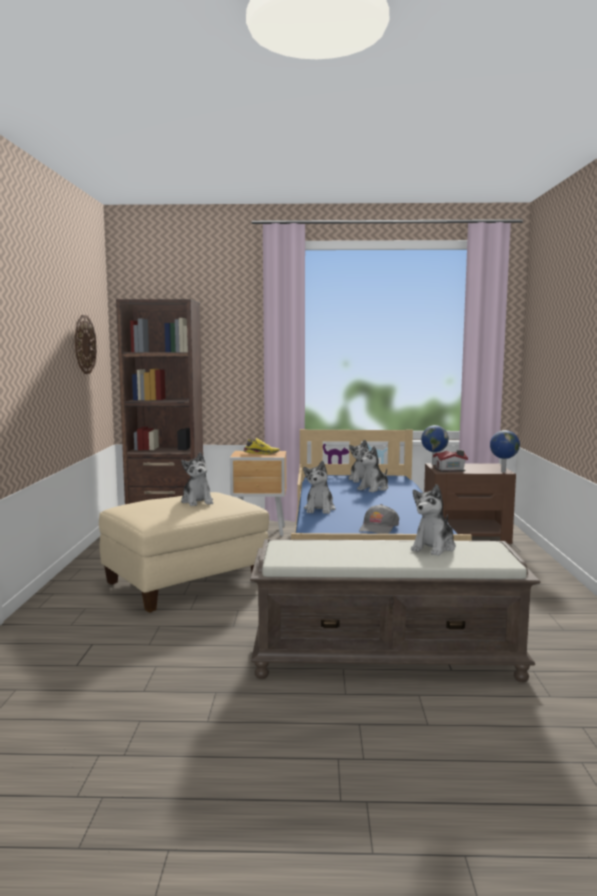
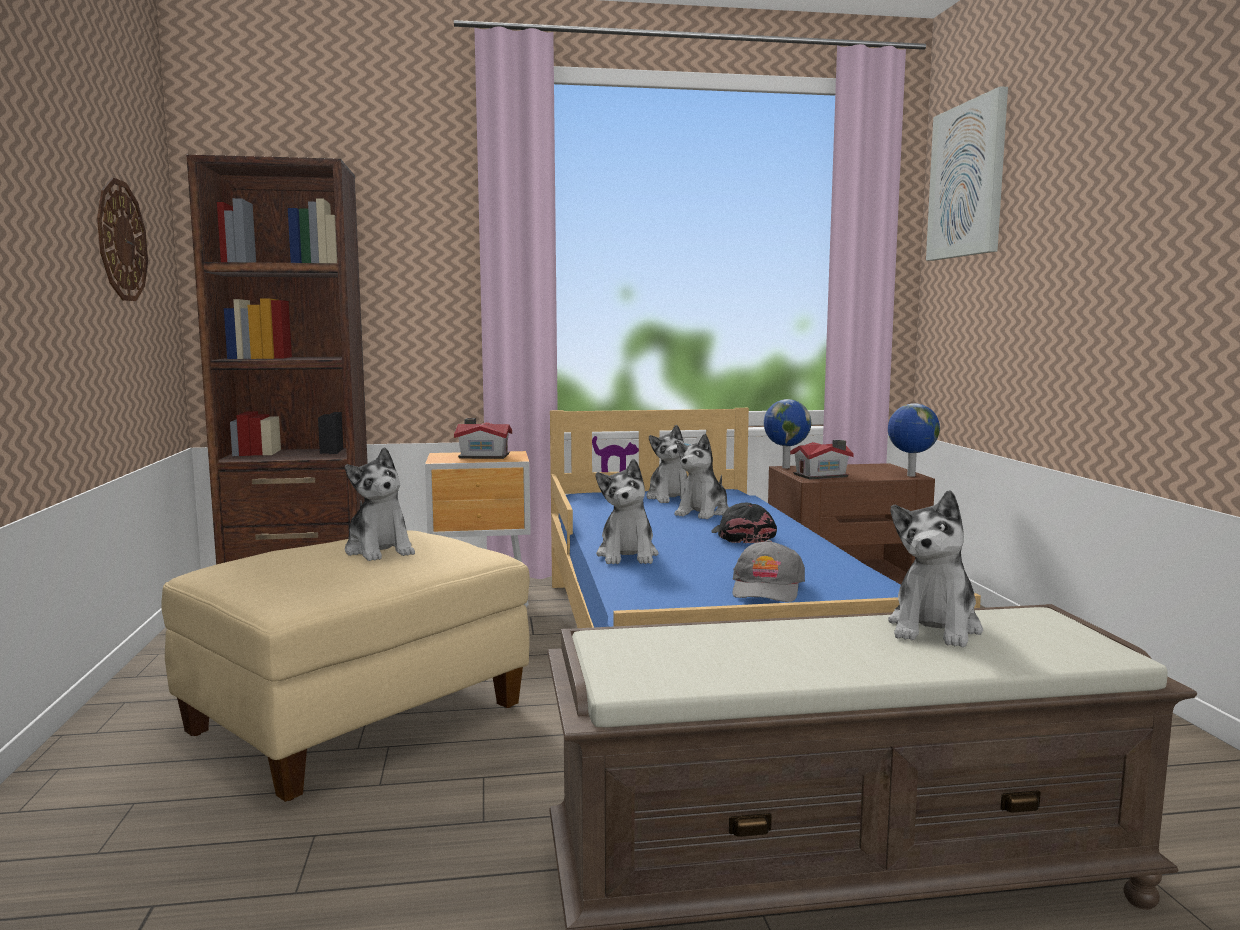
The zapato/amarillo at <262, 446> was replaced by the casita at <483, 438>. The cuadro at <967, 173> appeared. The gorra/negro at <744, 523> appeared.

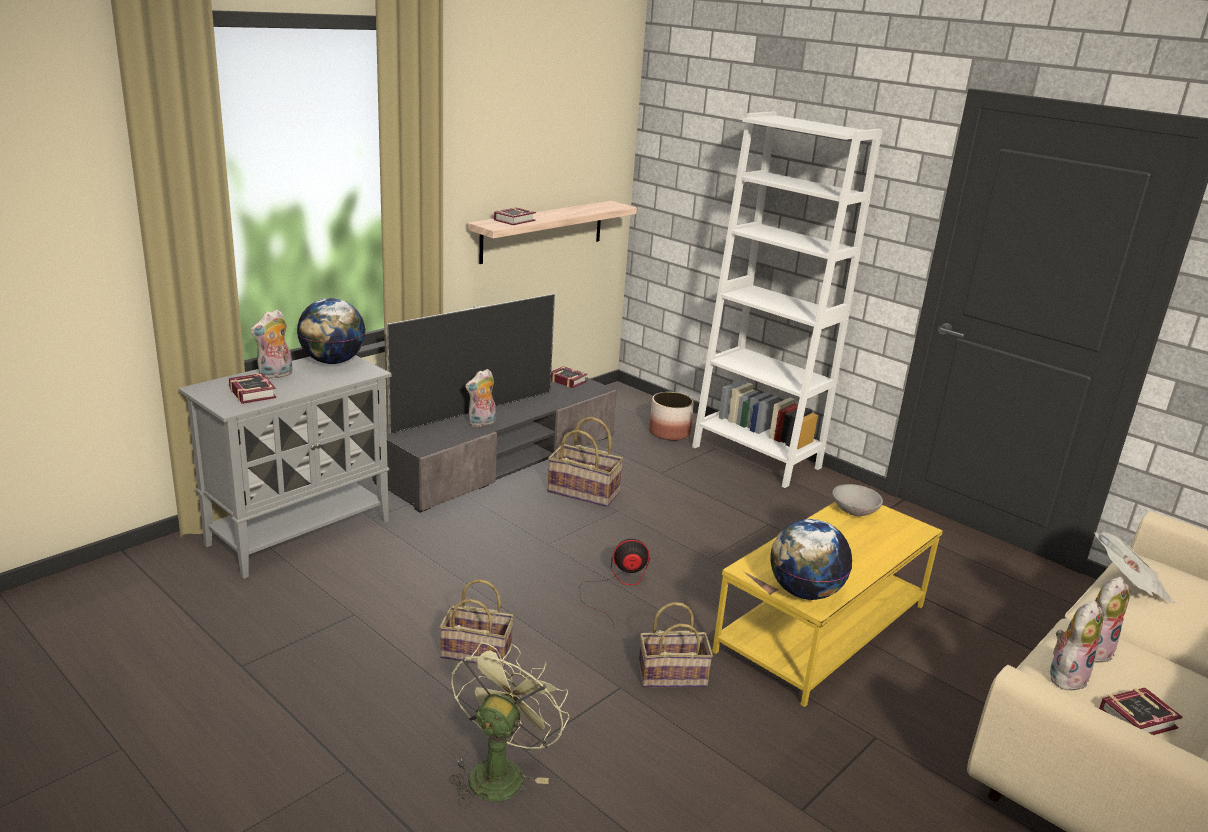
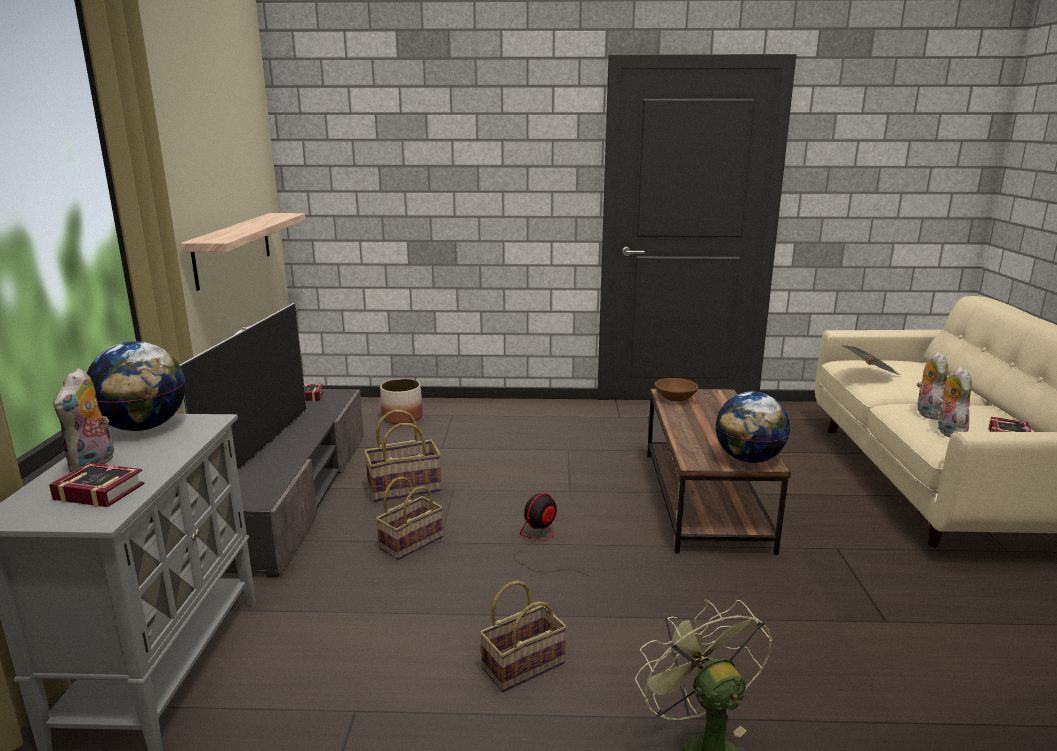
The estantería/blanco at <787, 299> disappeared. The libro at <515, 216> disappeared. The peluche at <480, 398> disappeared. The cuenco/gris at <857, 500> became the cuenco/marrón at <676, 389>. The mesa de centro/amarillo at <827, 604> became the mesa de centro/marrón at <719, 472>. The cesta moved from <675, 645> to <409, 518>.

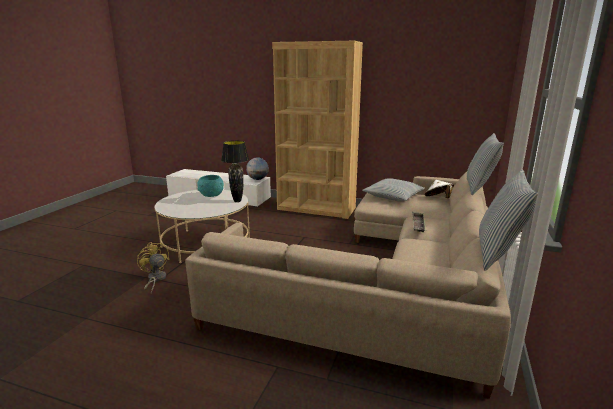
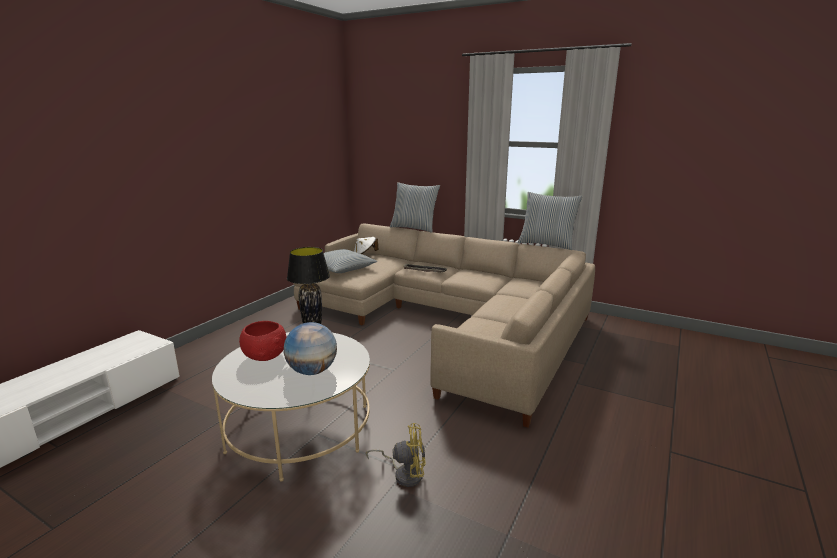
The estantería/marrón at <317, 130> disappeared. The globo terráqueo moved from <257, 168> to <310, 348>. The cuenco/turquesa at <211, 186> became the cuenco/rojo at <262, 341>. The ventilador/amarillo at <153, 267> turned 150 degrees counterclockwise.

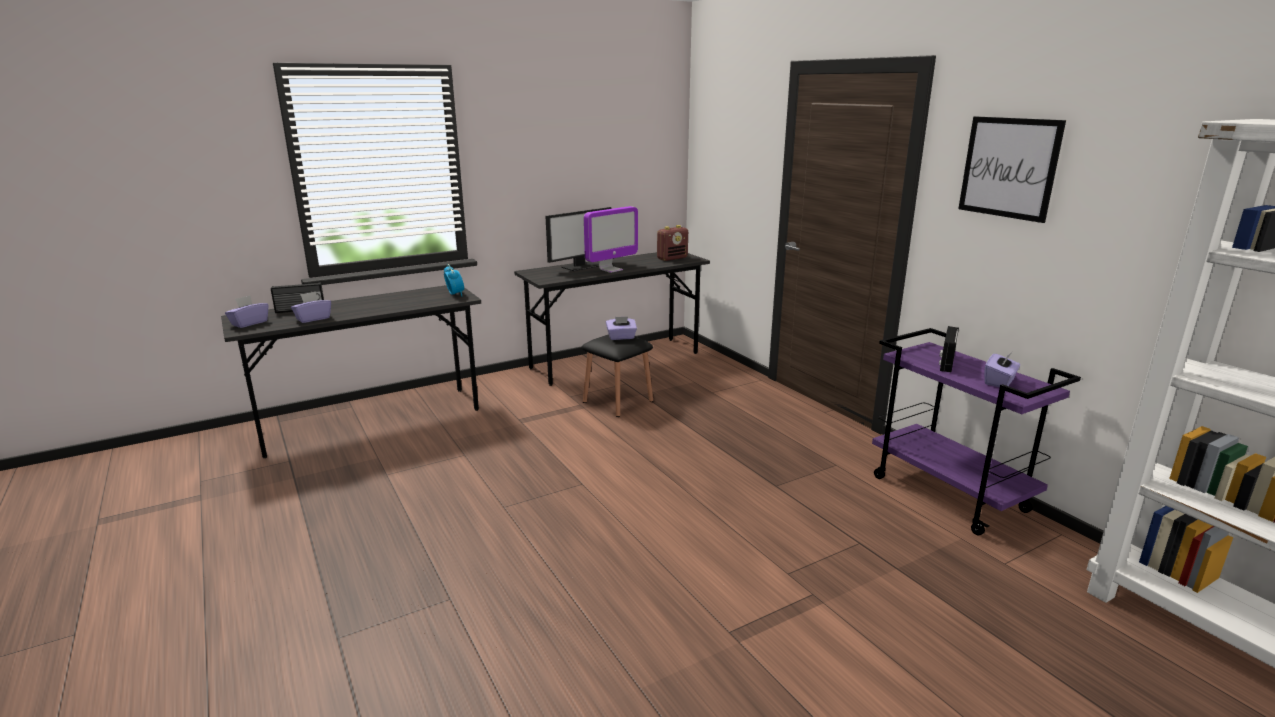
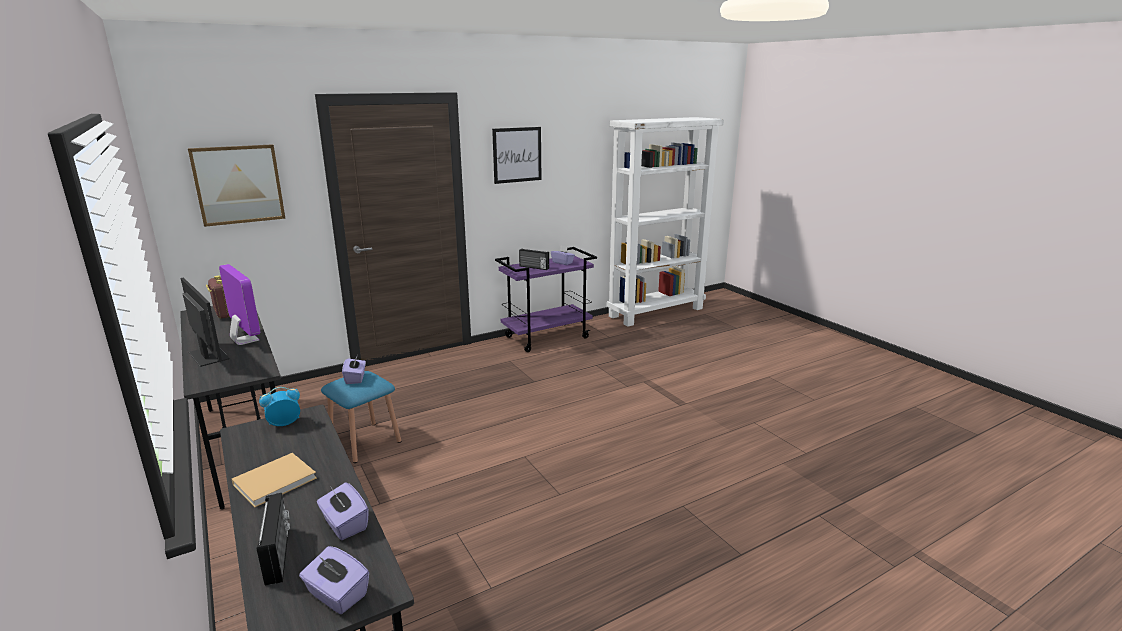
The taburete/negro at <617, 375> became the taburete/azul at <361, 417>. The cuadro at <237, 185> appeared. The libro/beis at <274, 480> appeared.

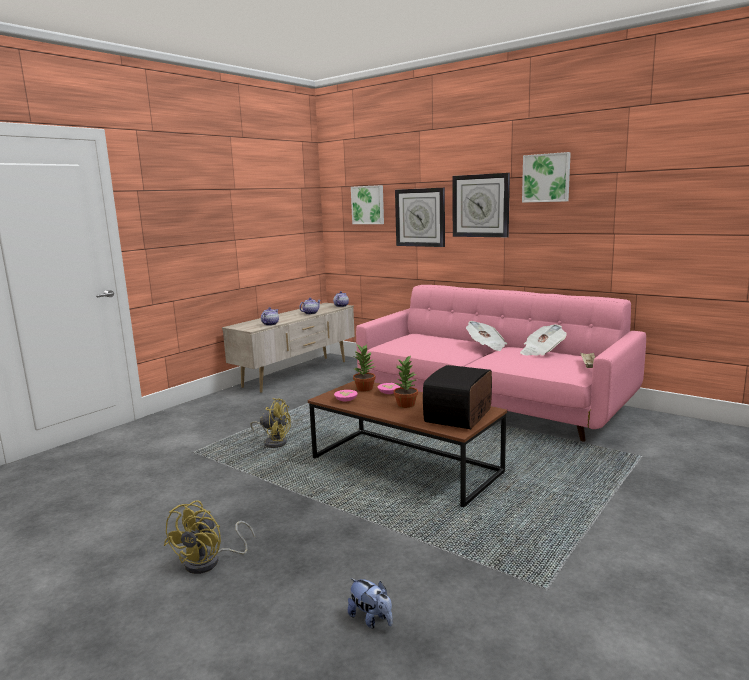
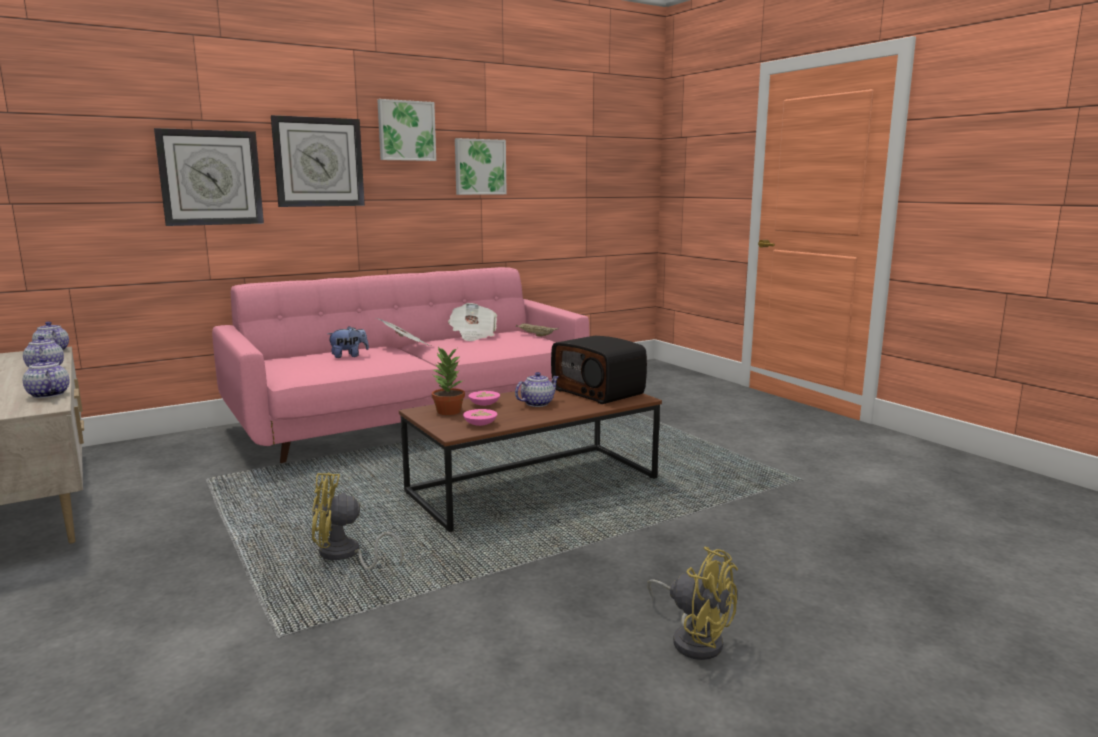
The cuadro moved from <367, 204> to <481, 166>. The planta en maceta at <406, 381> was replaced by the tetera at <537, 389>. The ventilador/amarillo at <270, 423> turned 135 degrees counterclockwise. The peluche moved from <370, 603> to <348, 342>.

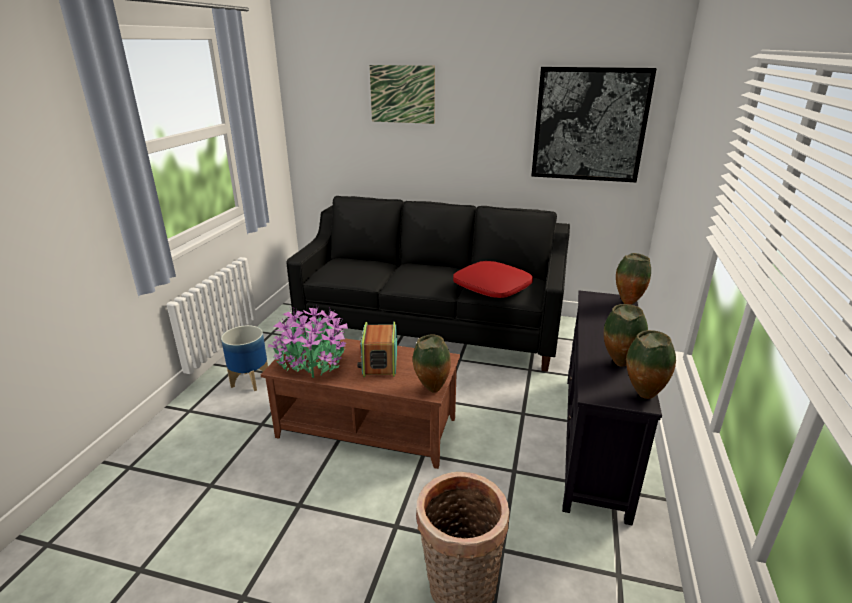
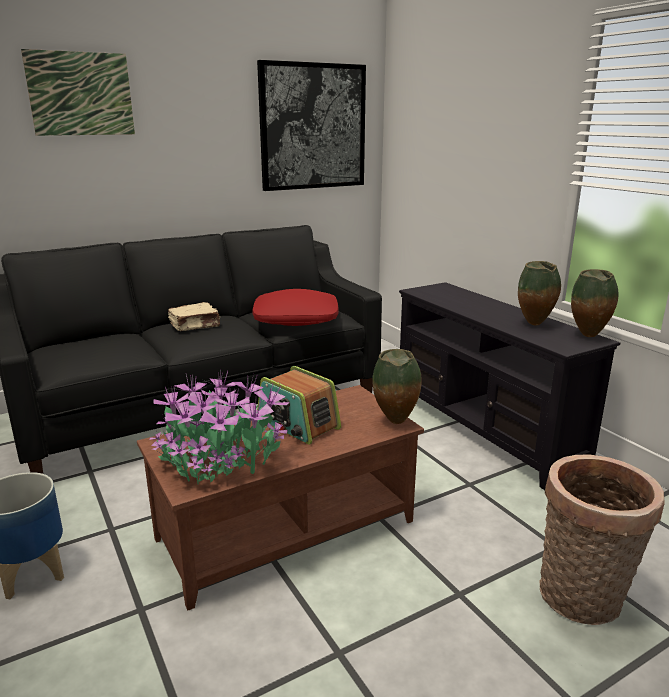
The florero at <633, 279> disappeared. The libro/beis at <194, 316> appeared.

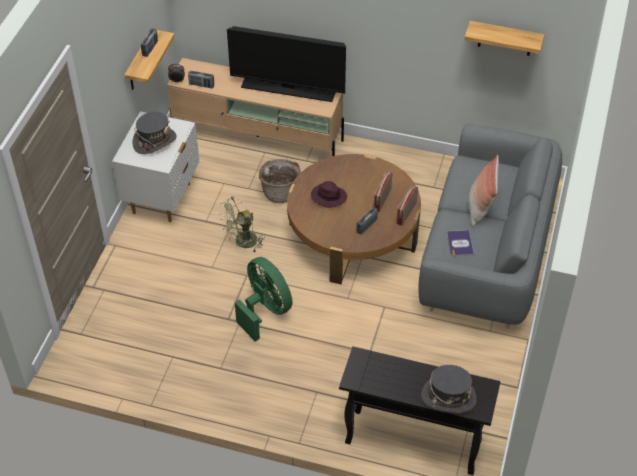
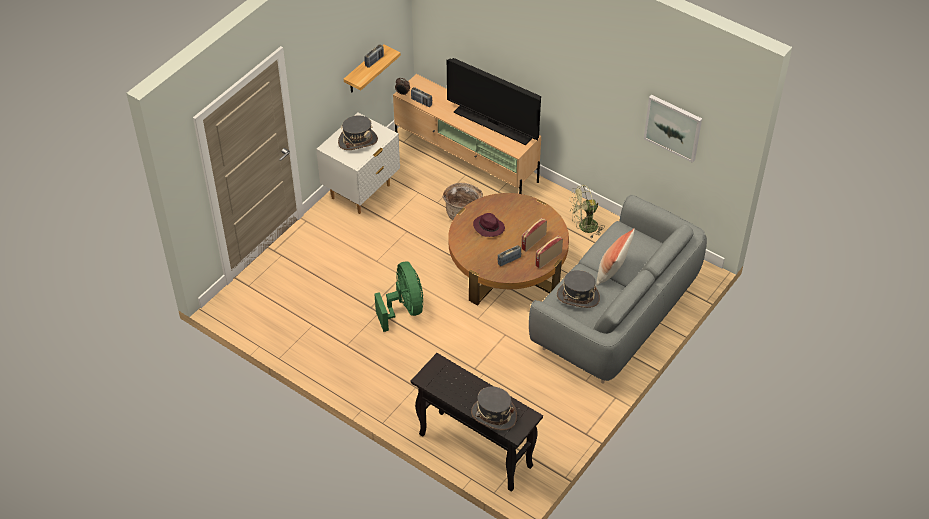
The estante at <504, 38> was replaced by the cuadro at <673, 129>. The ventilador/verde moved from <242, 225> to <587, 211>. The libro at <460, 243> was replaced by the sombrero/gris at <578, 289>.

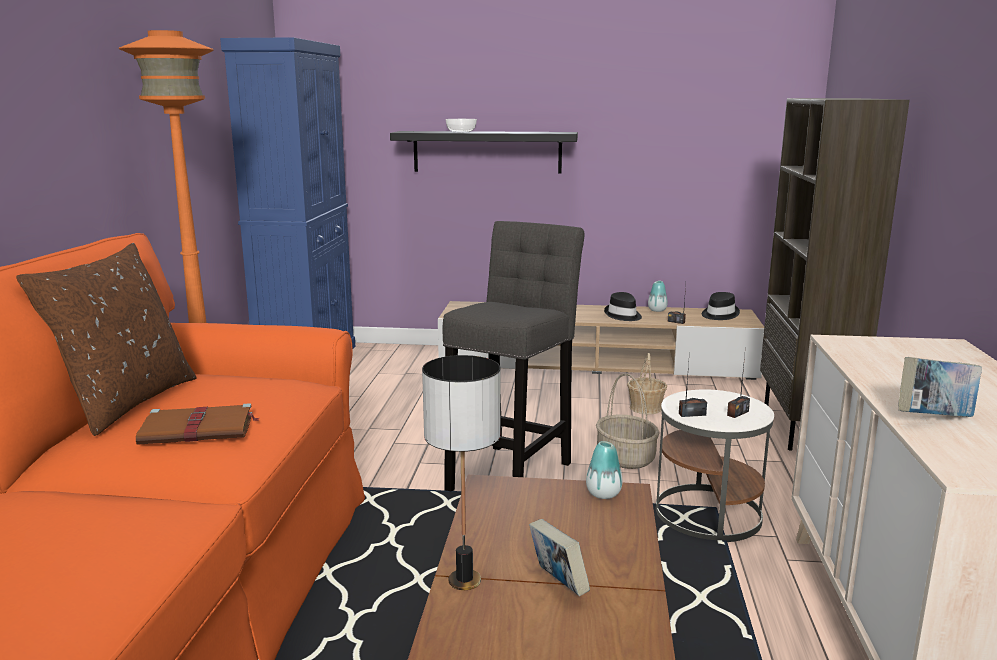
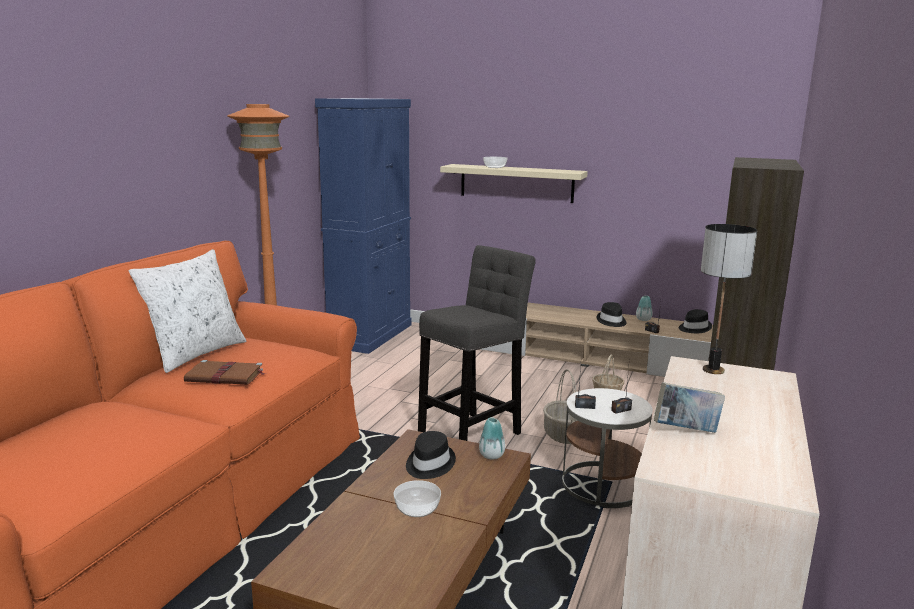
The estante/negro at <484, 152> became the estante/beis at <514, 183>. The cojín/marrón at <106, 339> became the cojín/blanco at <188, 311>. The lámpara de mesa moved from <461, 472> to <729, 299>. The libro at <559, 557> was replaced by the cuenco at <417, 498>. The sombrero/negro at <431, 455> appeared.

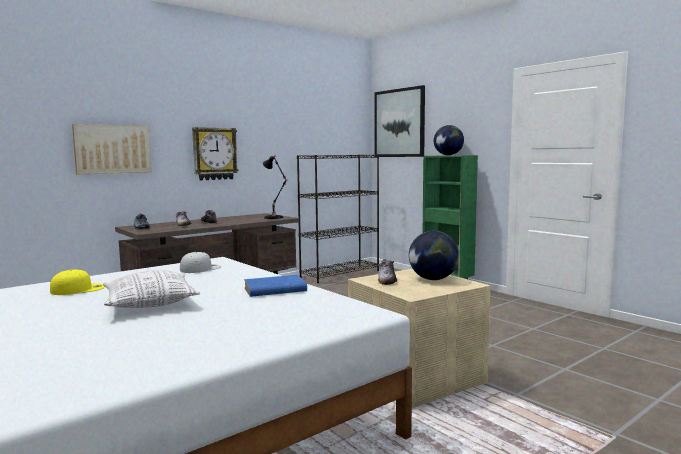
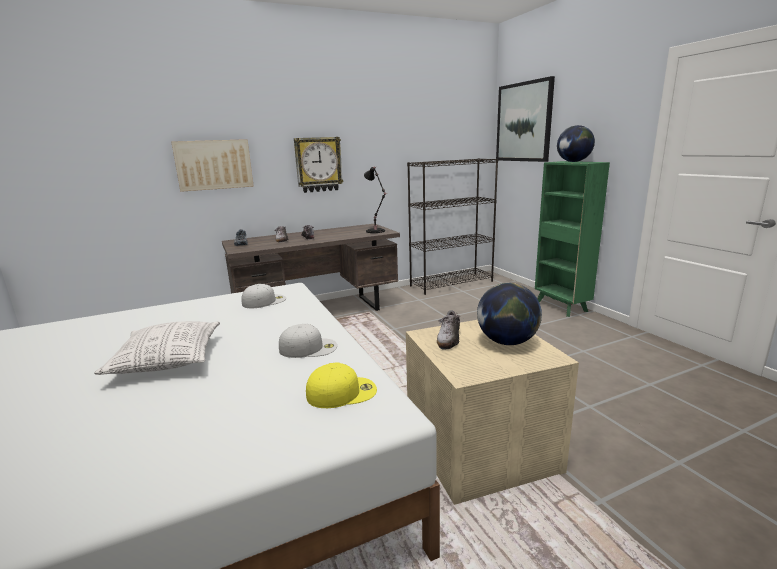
The gorra/amarillo moved from <77, 282> to <341, 385>. The libro/azul at <275, 286> was replaced by the gorra/blanco at <308, 341>.

